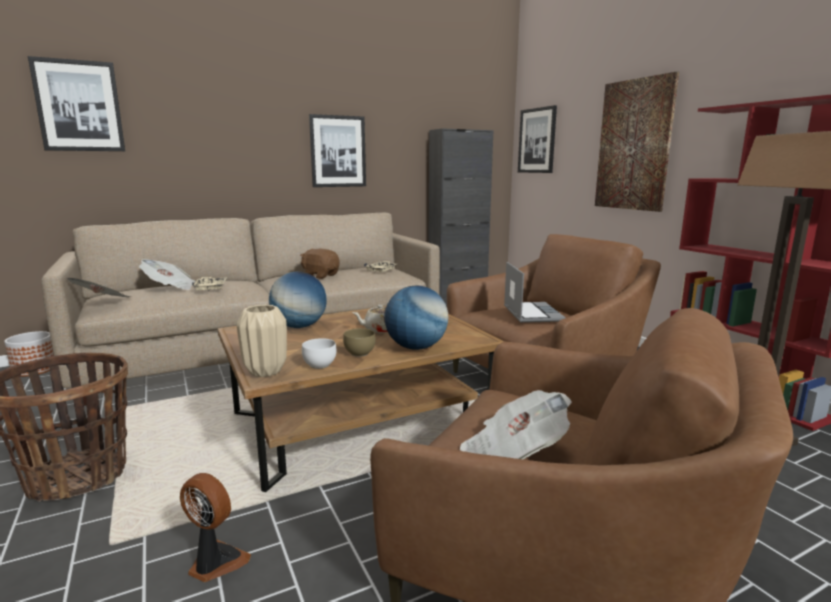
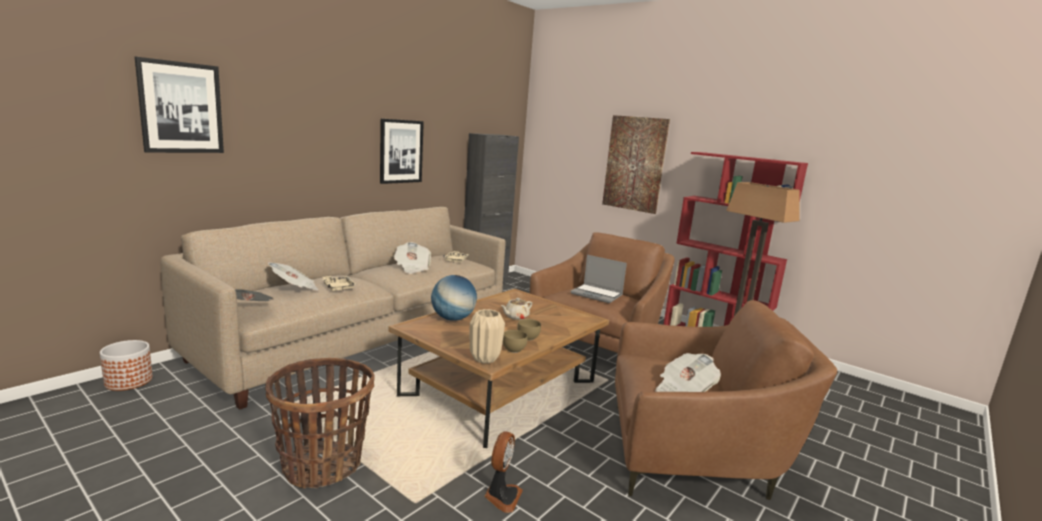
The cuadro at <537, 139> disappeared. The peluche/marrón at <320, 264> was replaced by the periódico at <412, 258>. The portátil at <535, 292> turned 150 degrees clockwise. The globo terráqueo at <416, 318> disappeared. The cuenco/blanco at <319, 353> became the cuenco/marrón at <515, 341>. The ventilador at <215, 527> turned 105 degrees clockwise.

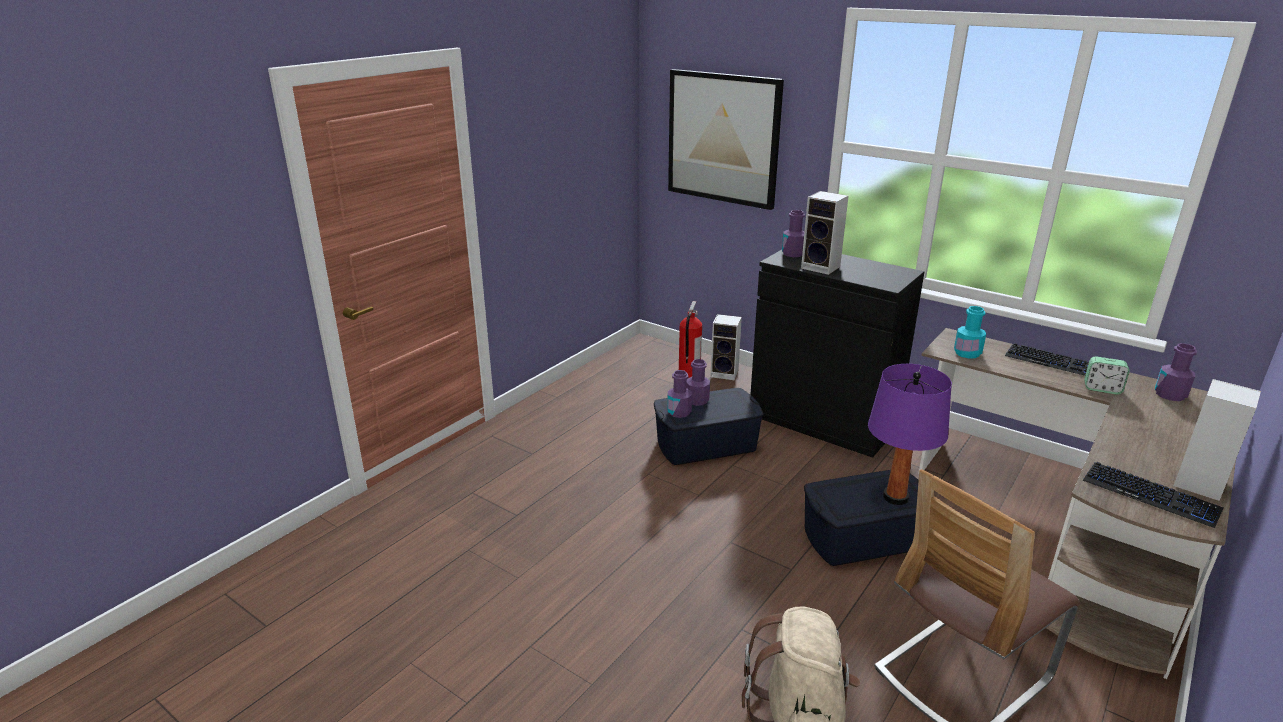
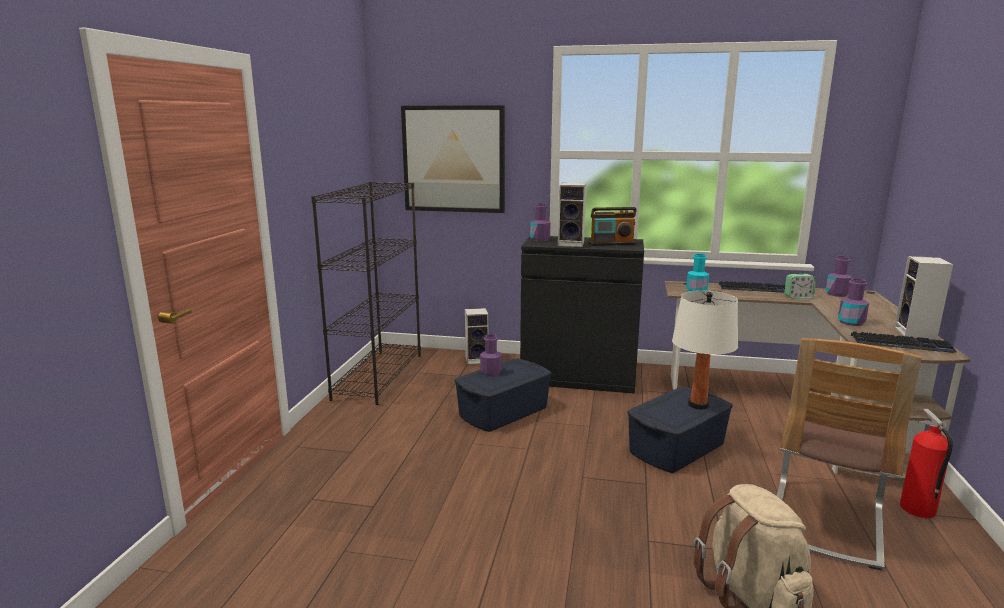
The extintor moved from <690, 339> to <926, 463>. The lámpara de mesa/morado at <910, 434> became the lámpara de mesa/blanco at <705, 350>. The botella/morado moved from <679, 394> to <853, 302>. The estantería/negro at <366, 293> appeared. The radio at <612, 226> appeared.

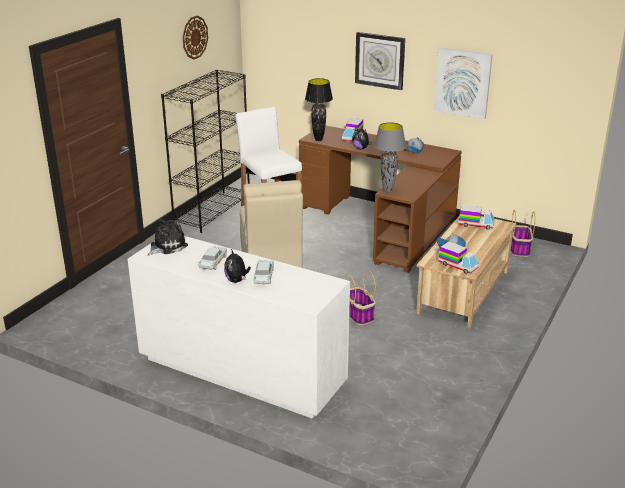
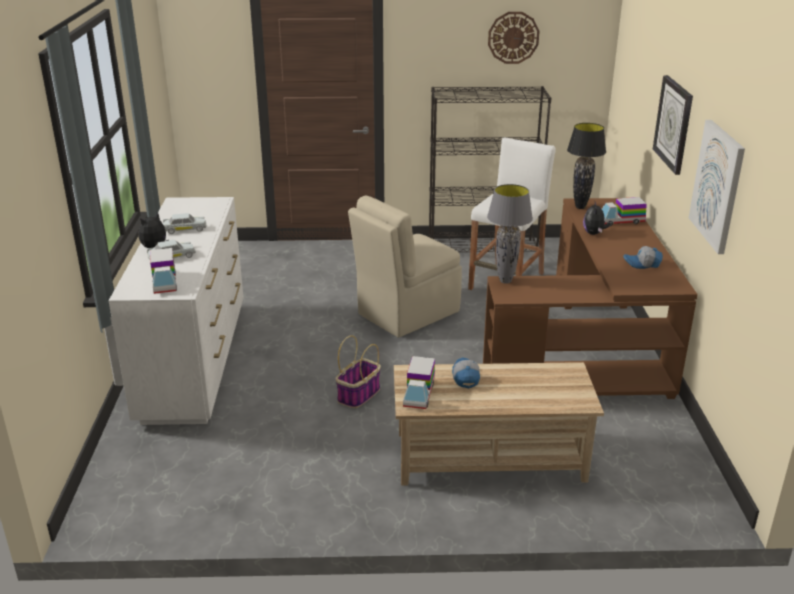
The camión de juguete moved from <476, 217> to <163, 271>. The cesta at <523, 233> disappeared. The peluche at <167, 237> disappeared.

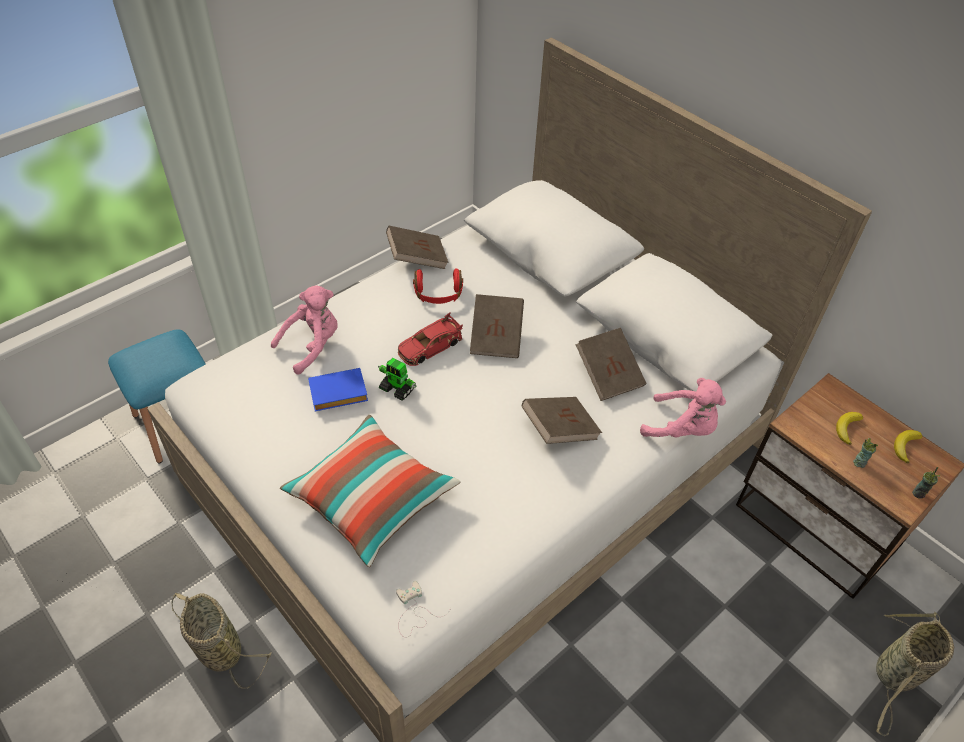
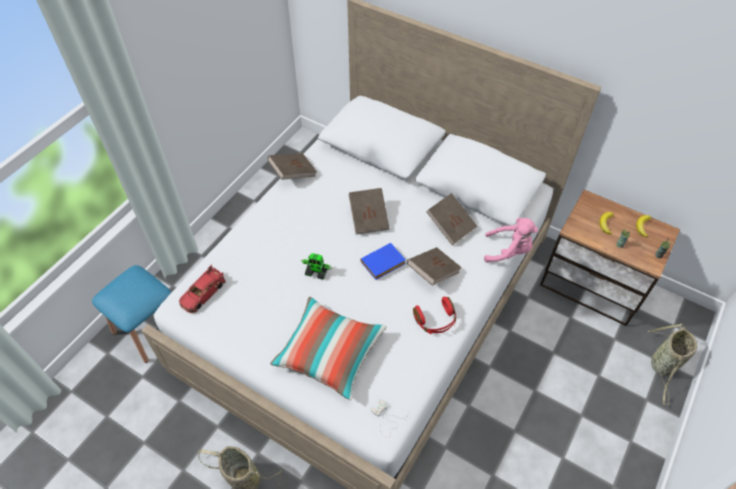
The auriculares/rojo moved from <438, 286> to <434, 315>. The peluche/rosa at <304, 329> disappeared. The coche de juguete/rojo moved from <430, 339> to <202, 288>. The libro/azul moved from <338, 389> to <383, 261>.

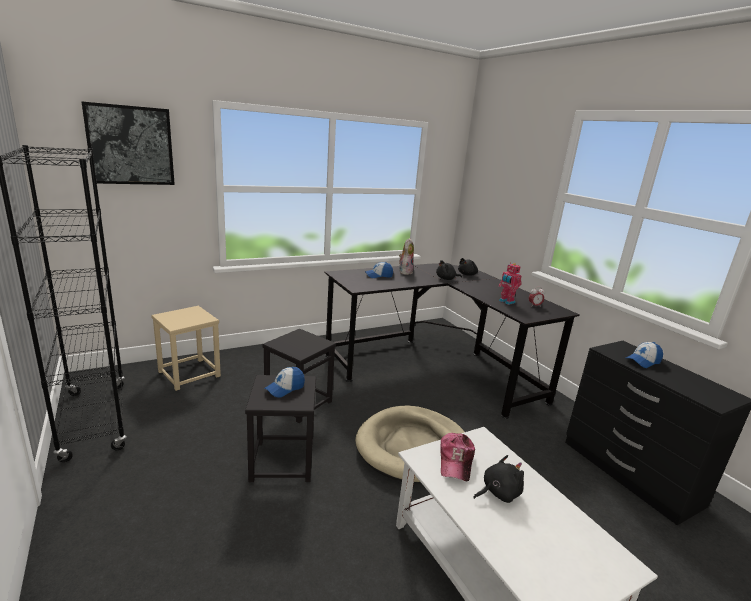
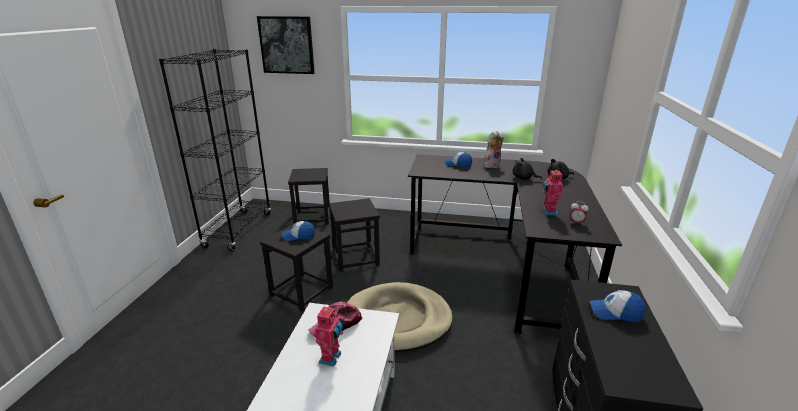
The taburete/beis at <186, 348> became the taburete/negro at <309, 196>. The peluche/negro at <498, 479> was replaced by the robot de juguete at <329, 336>.

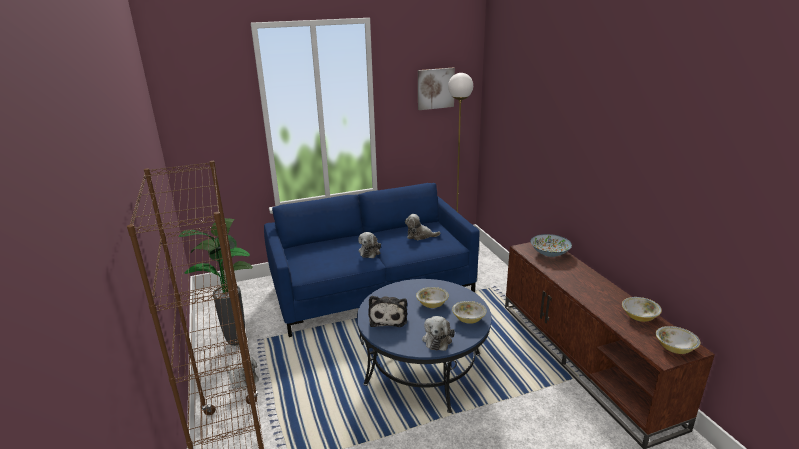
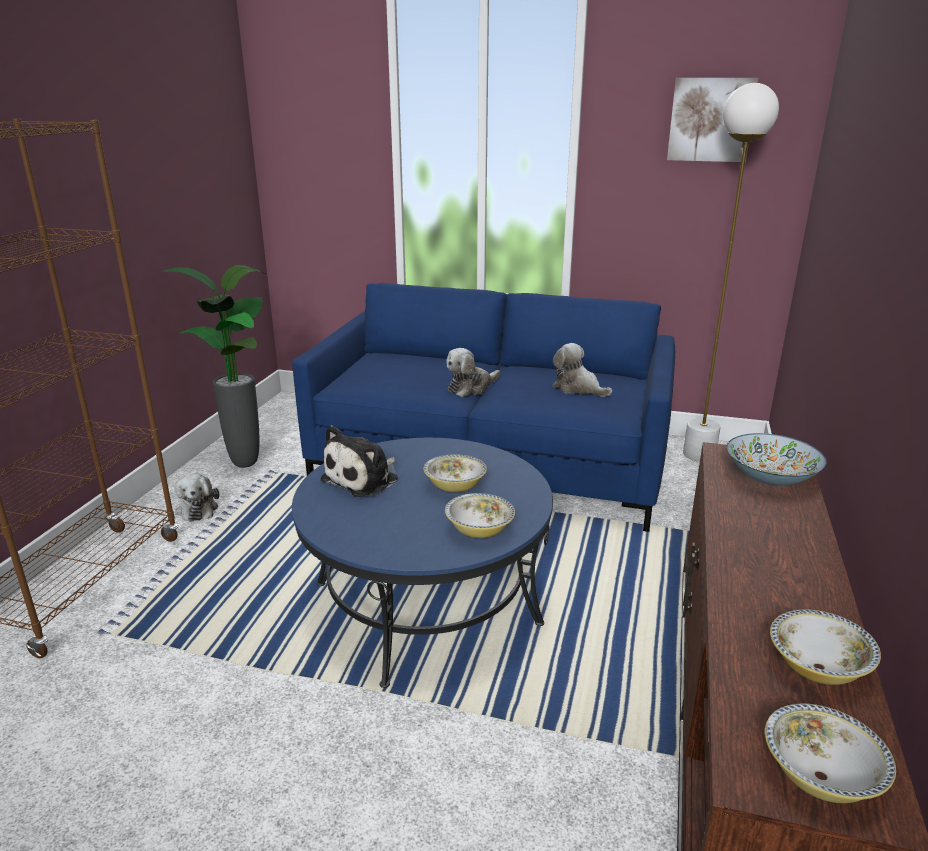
The peluche at <438, 333> disappeared.

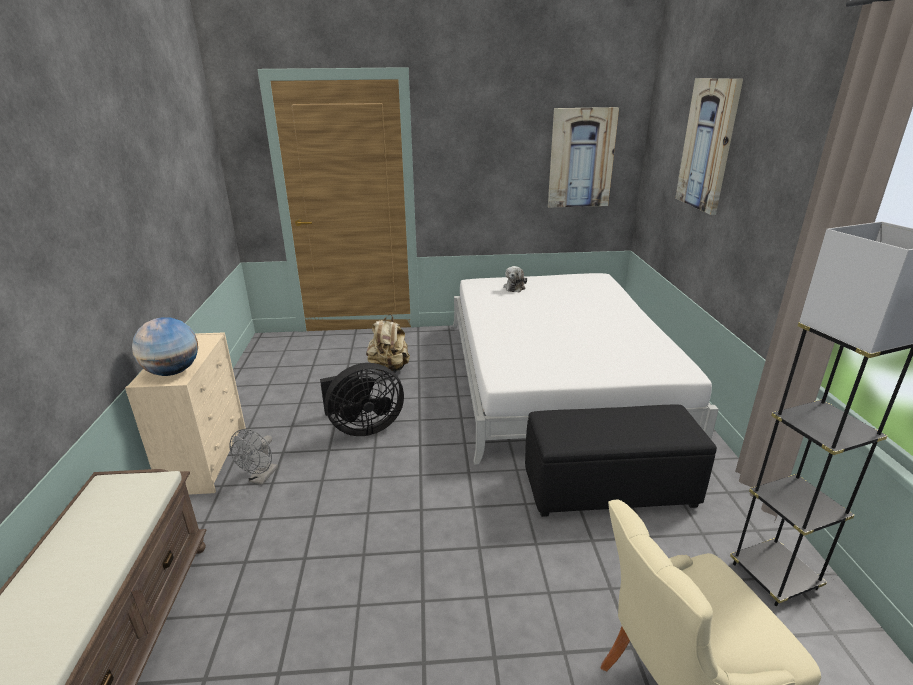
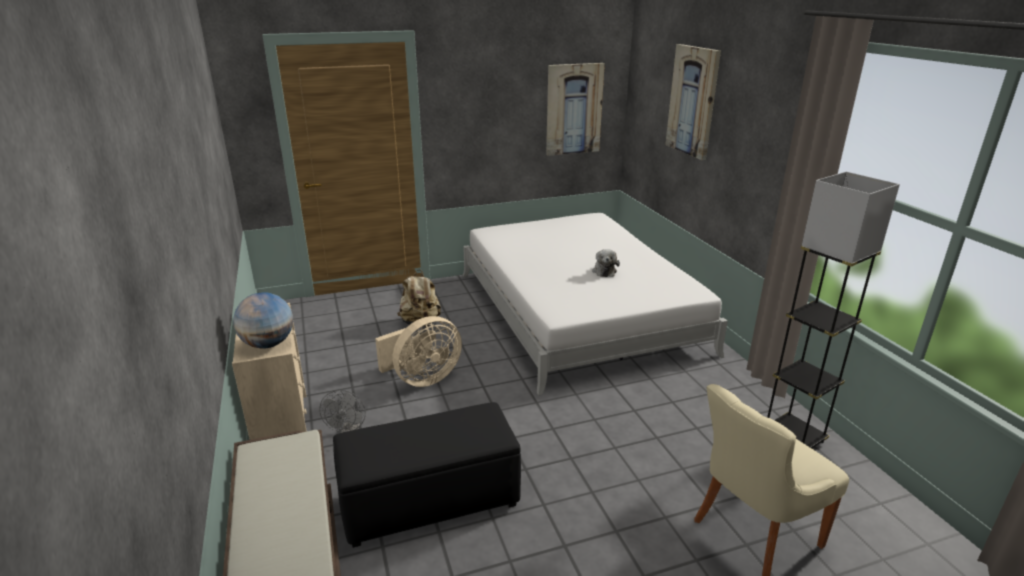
The peluche moved from <515, 279> to <606, 263>. The ventilador/negro at <362, 399> became the ventilador/beis at <418, 351>. The puf/negro moved from <621, 461> to <427, 475>.

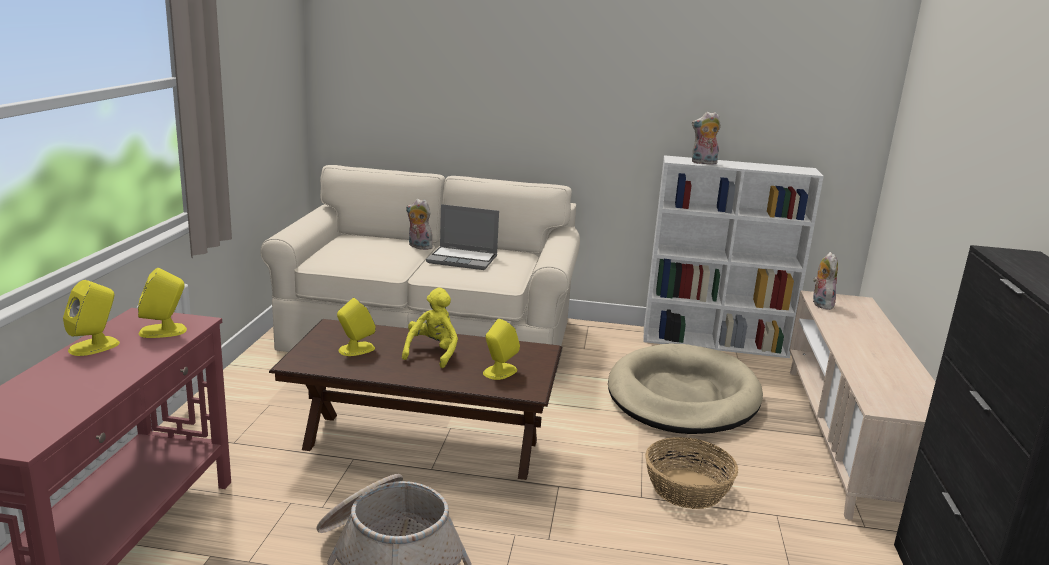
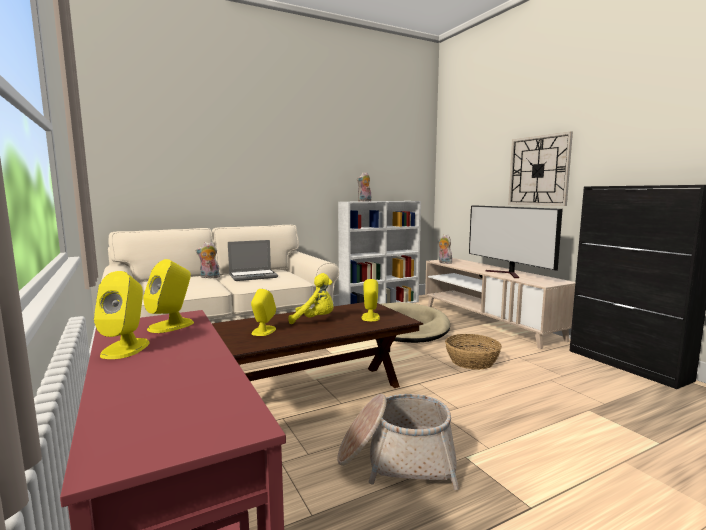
The peluche/amarillo at <430, 328> turned 120 degrees clockwise. The reloj de pared at <540, 168> appeared. The televisor at <516, 241> appeared.

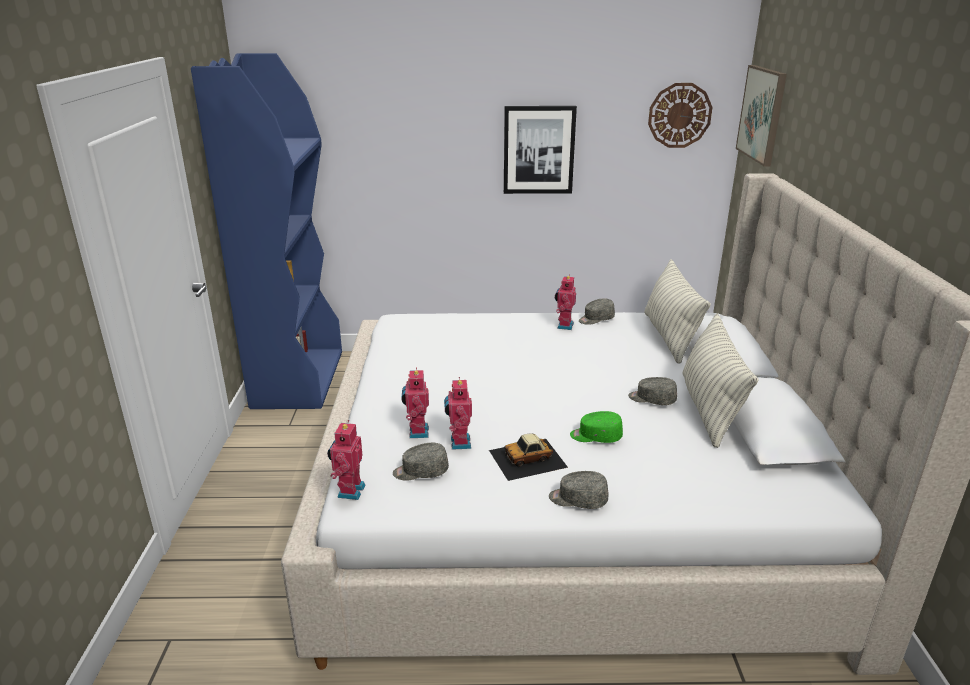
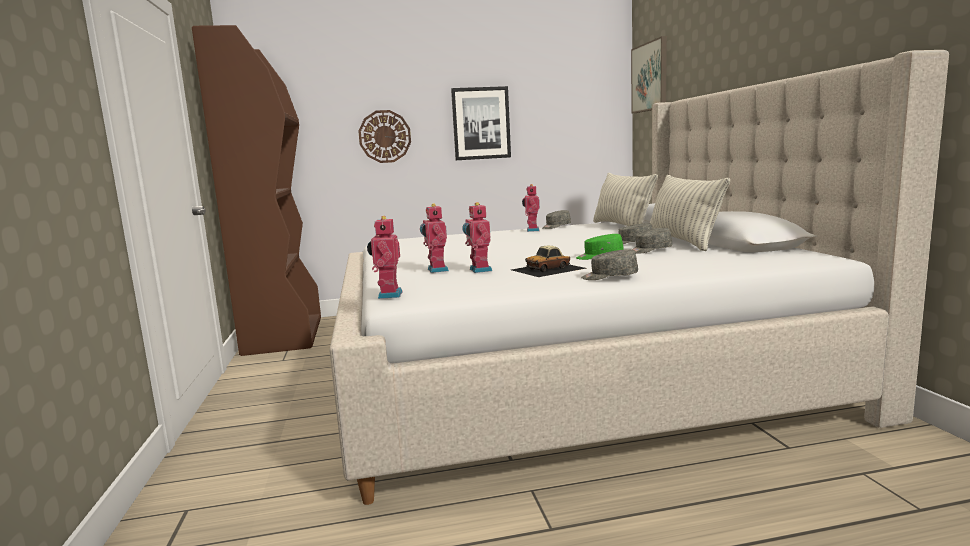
The estantería/azul at <266, 231> became the estantería/marrón at <256, 190>. The reloj de pared moved from <680, 115> to <384, 136>. The gorra/gris moved from <421, 462> to <652, 240>.

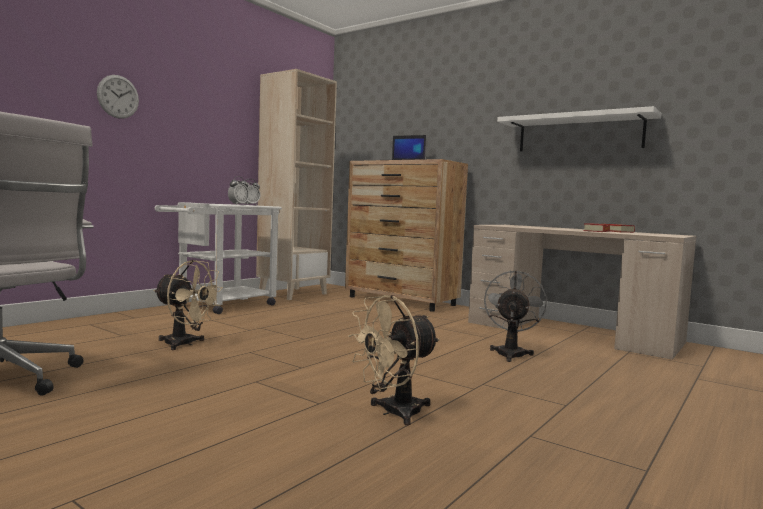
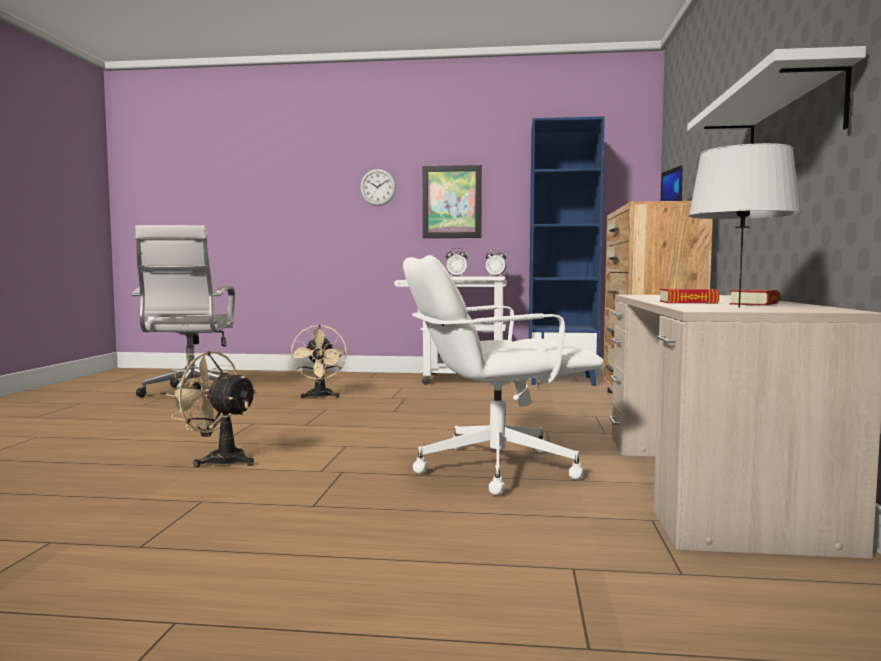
The estantería/beis at <296, 184> became the estantería/azul at <567, 251>. The ventilador/gris at <515, 316> was replaced by the silla de oficina/blanco at <503, 375>. The lámpara de mesa/gris at <744, 225> appeared. The cuadro at <452, 201> appeared.

